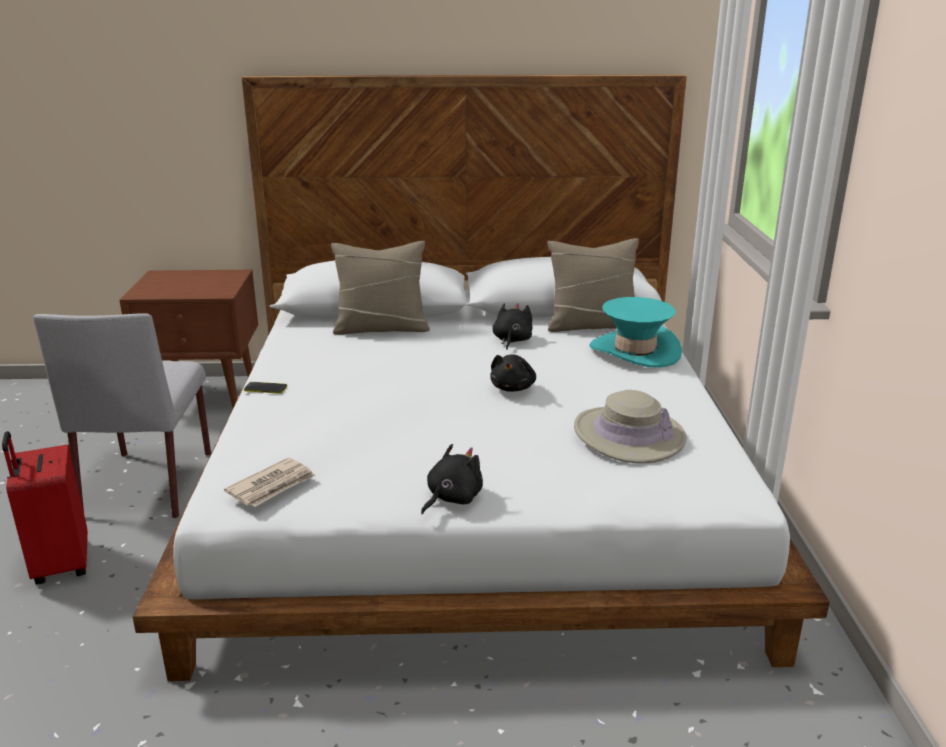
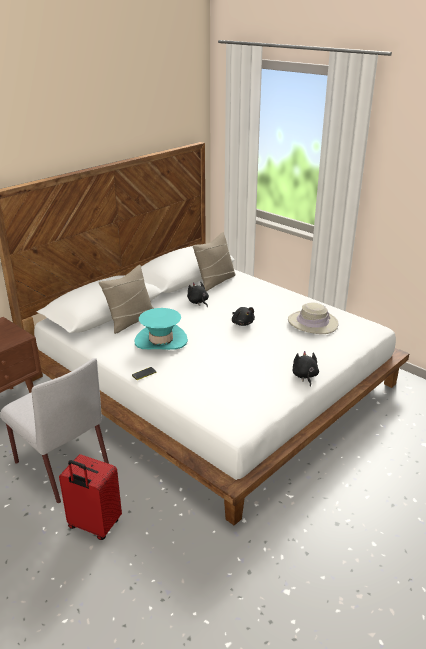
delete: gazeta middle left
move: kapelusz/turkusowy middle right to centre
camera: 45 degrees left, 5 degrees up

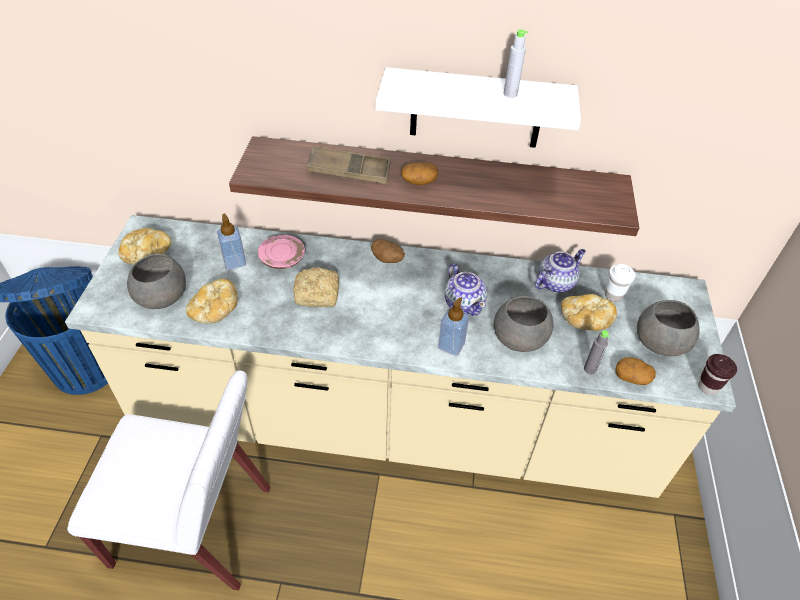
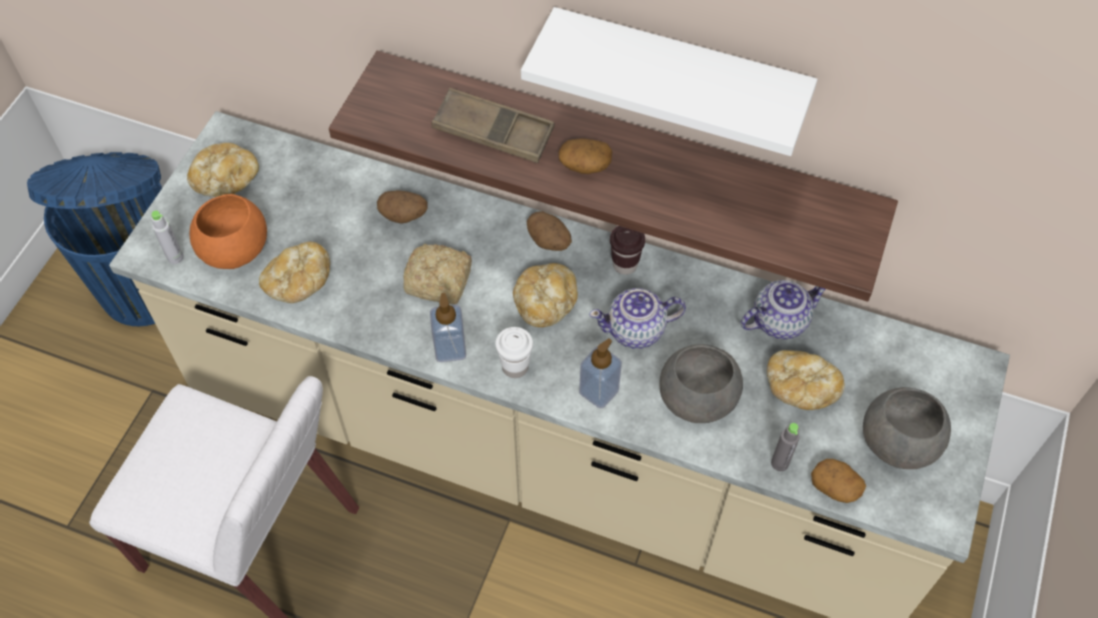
insert: chleb (4th from left) centre
move: butelka/szary (1st from left) top centre to middle left; dozownik mydła (1st from left) middle left to centre; filiżanka/biały middle right to centre; filiżanka/brązowy middle right to centre
replace: talerz/różowy centre to ziemniak (1st from left) centre
recolor: miska/szary (1st from left) middle left to miska/pomarańczowy middle left
rotate: imbryk (1st from left) centre = centre 90 degrees clockwise
camera: 15 degrees right, 10 degrees up

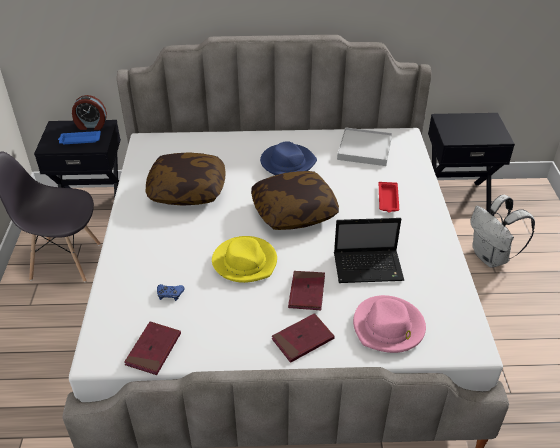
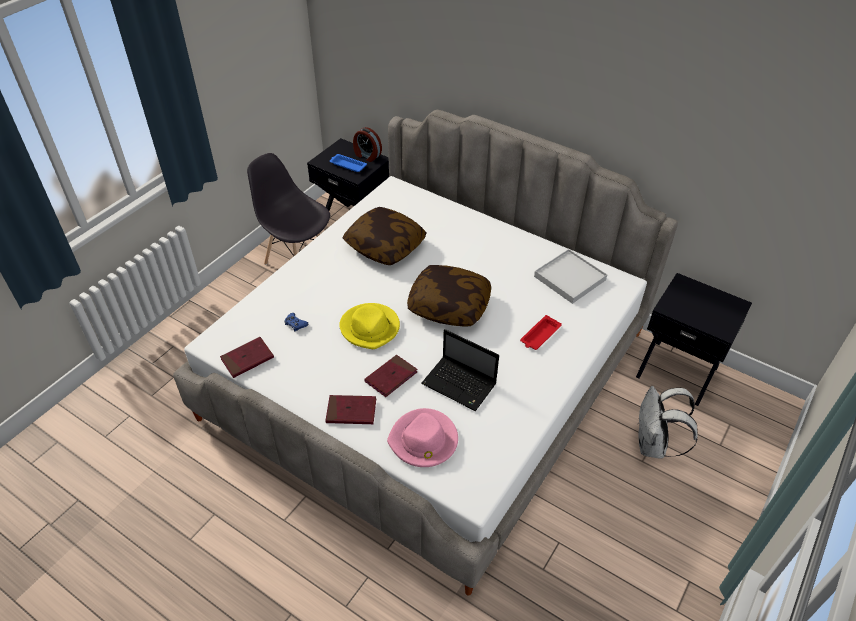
delete: kapelusz/niebieski centre
camera: 35 degrees right, 5 degrees up

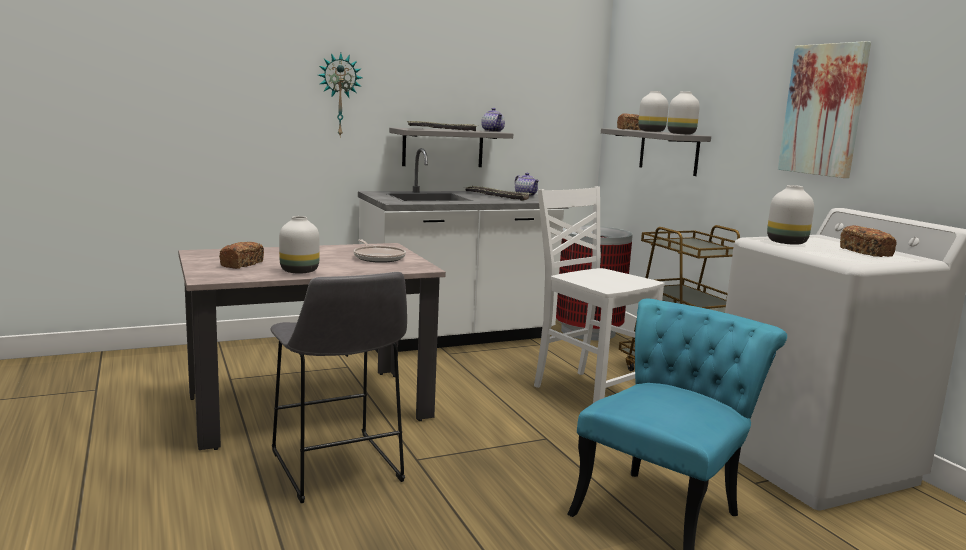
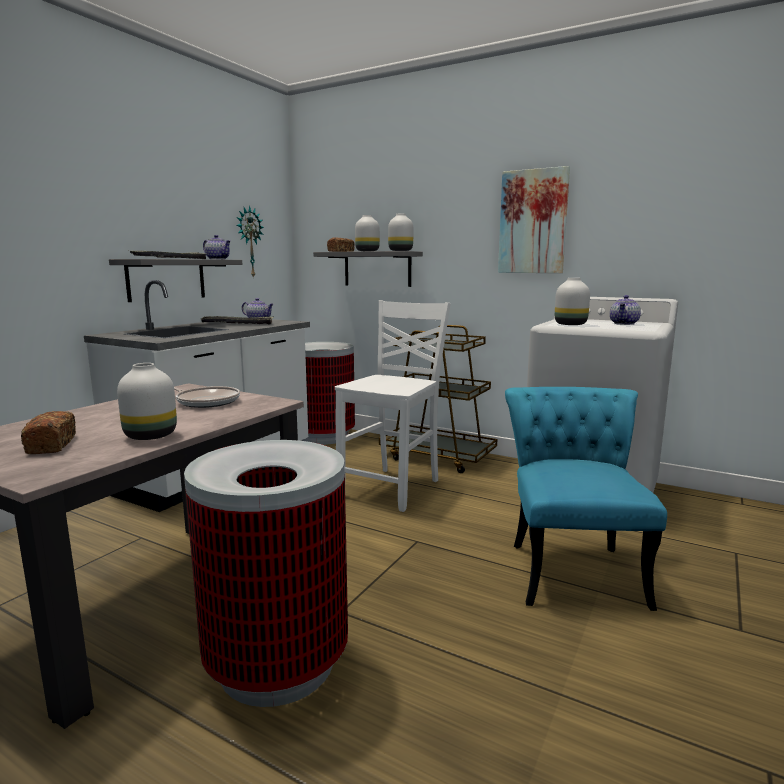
move: zegar ścienny top centre to top left
replace: chleb (3rd from left) middle right to imbryk (3rd from left) middle right; stołek/szary bottom centre to kosz na śmieci (1st from left) bottom centre
rotate: krzesło/biały centre = centre 105 degrees clockwise
camera: 35 degrees left, 0 degrees up

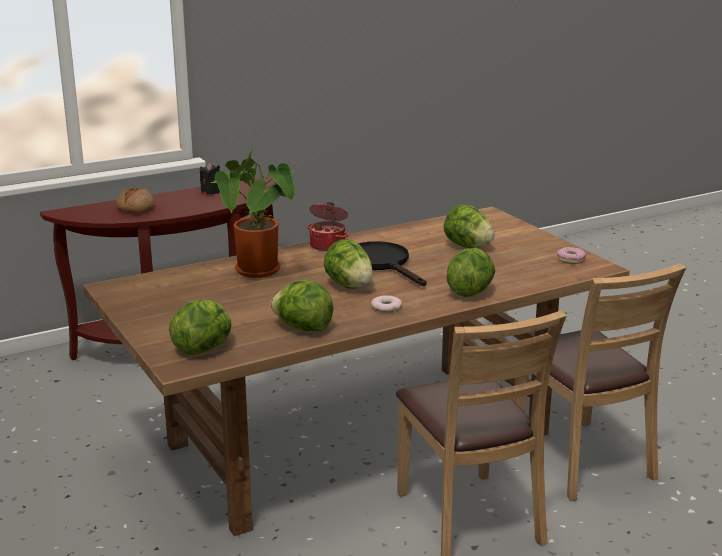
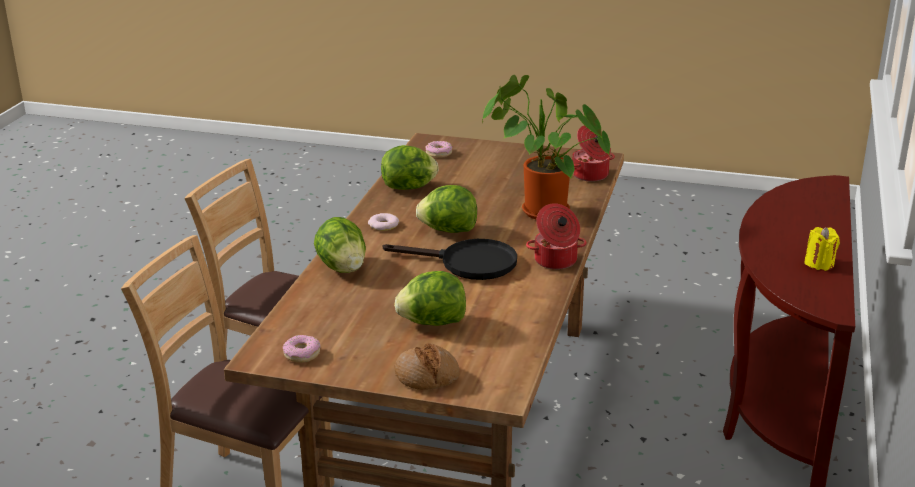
insert: garnek (2nd from left) top centre
move: chleb middle left to bottom centre
replace: sałata (1st from left) middle left to donut (3rd from left) top centre
recolor: świeca/czarny top left to świeca/żółty middle right
camera: 135 degrees right, 5 degrees up

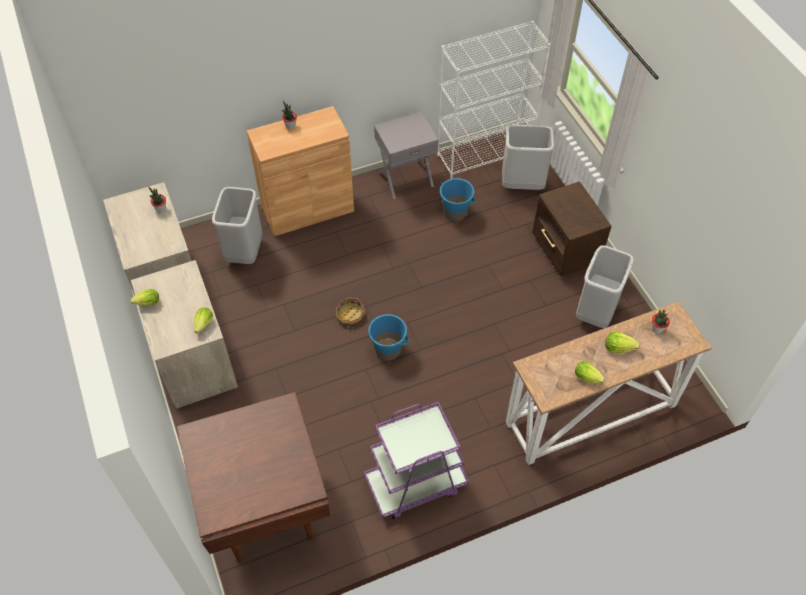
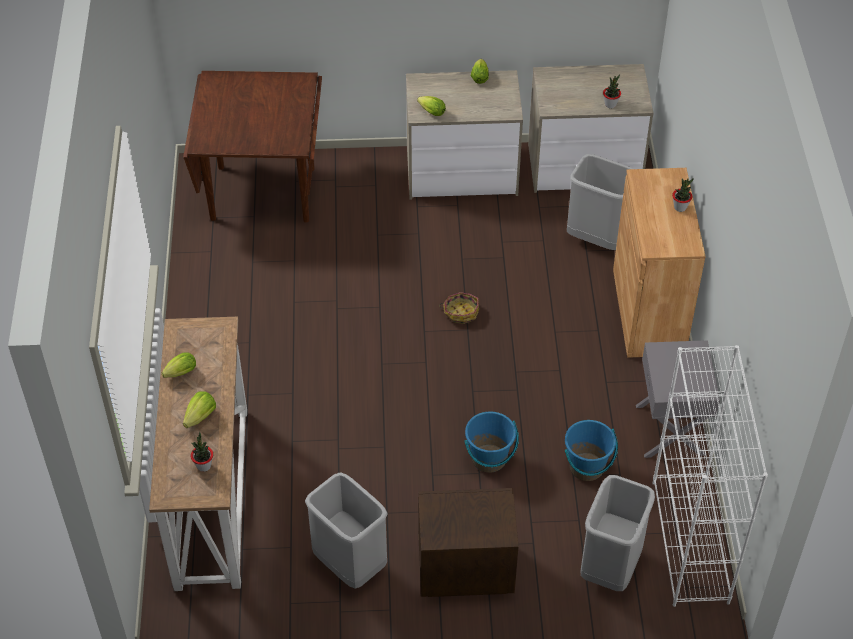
delete: wózek/fioletowy bottom centre
move: wiadro/niebieski (1st from left) centre to bottom centre
camera: 110 degrees right, 5 degrees down

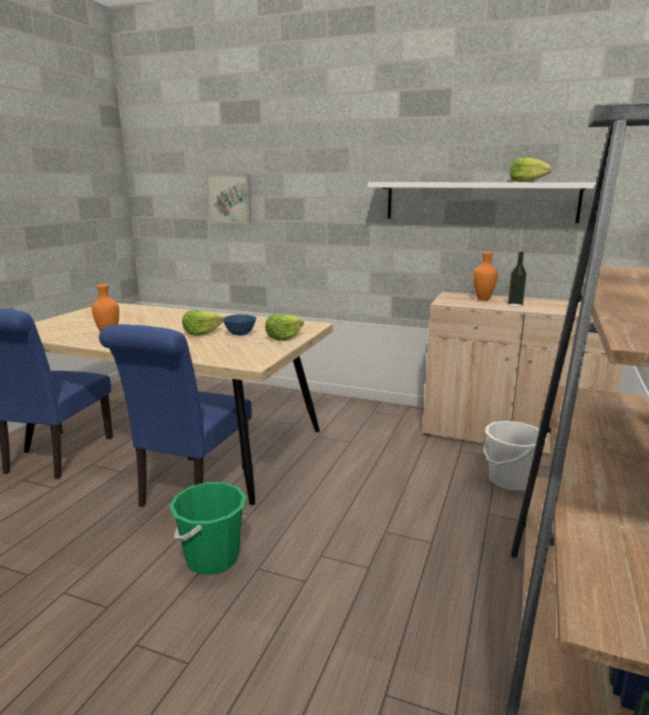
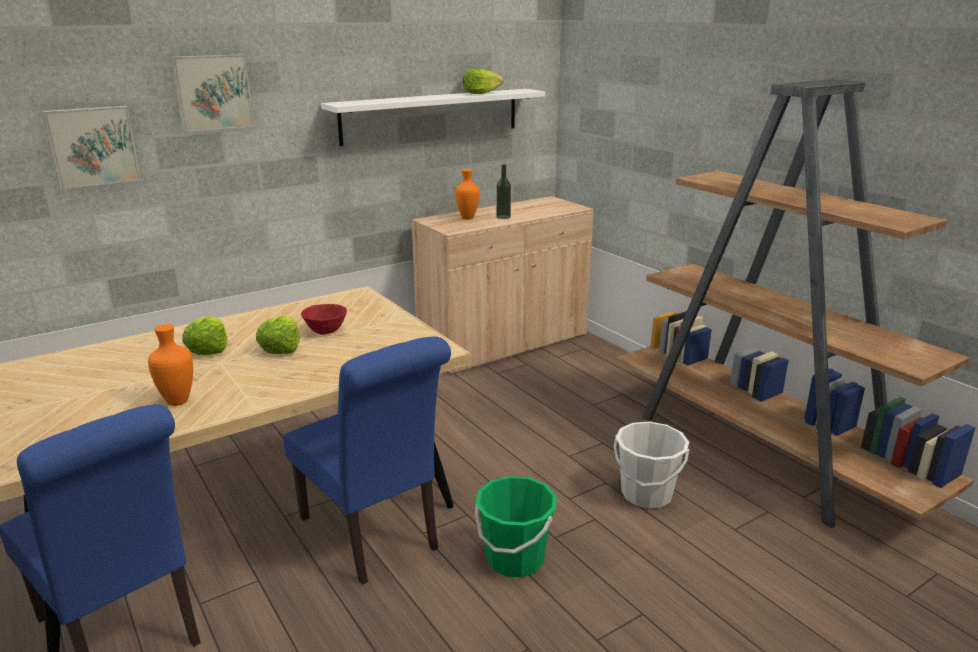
insert: obraz (2nd from left) top left
move: sałata (2nd from left in the first image) centre to sałata (1st from left) middle left; wiadro/biały middle right to bottom centre
recolor: miska/niebieski centre to miska/czerwony middle left
camera: 55 degrees left, 5 degrees up

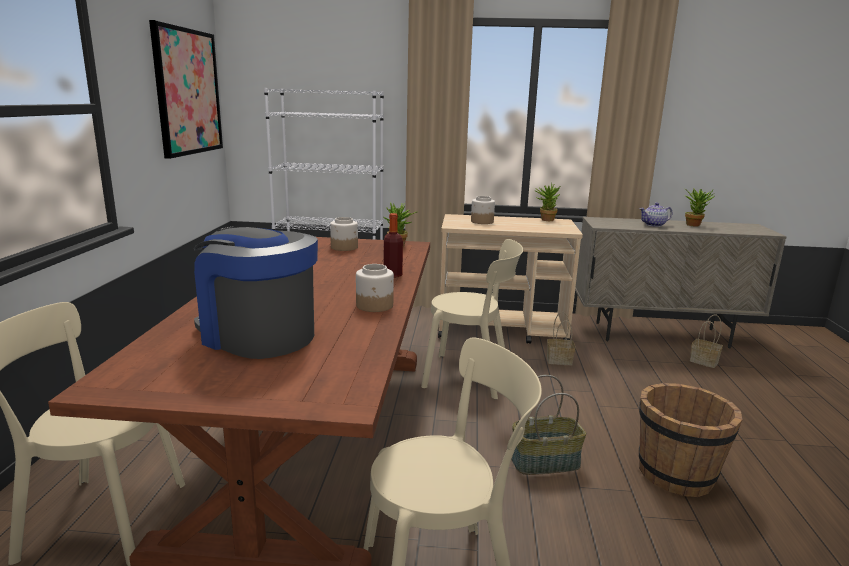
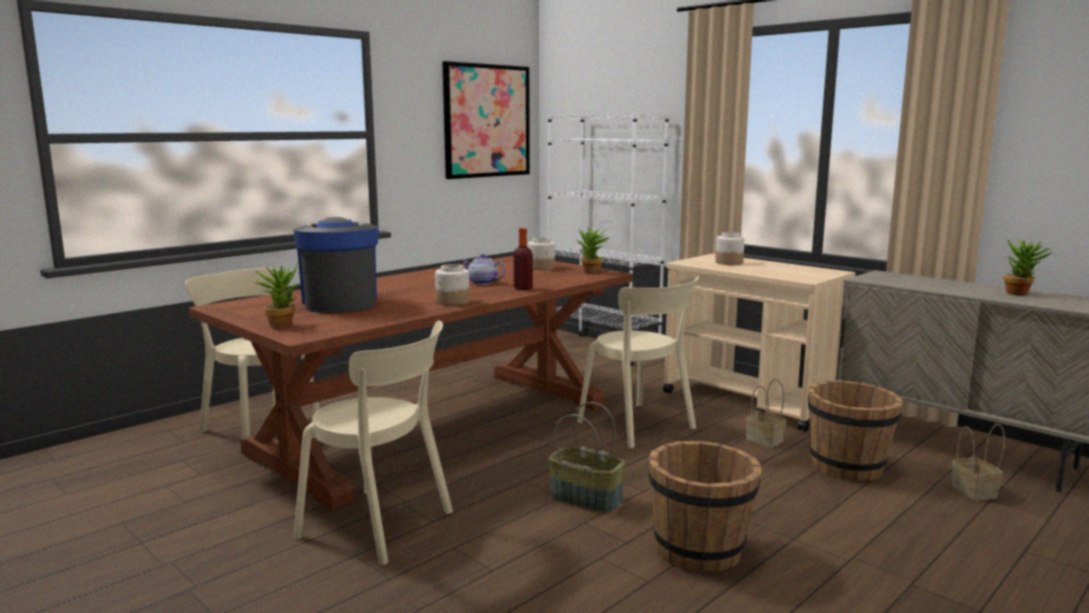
insert: wiadro/brązowy (2nd from left) bottom right
move: roślina doniczkowa (2nd from left in the first image) centre to roślina doniczkowa (1st from left) middle left; imbryk middle right to centre
camera: 40 degrees right, 5 degrees down

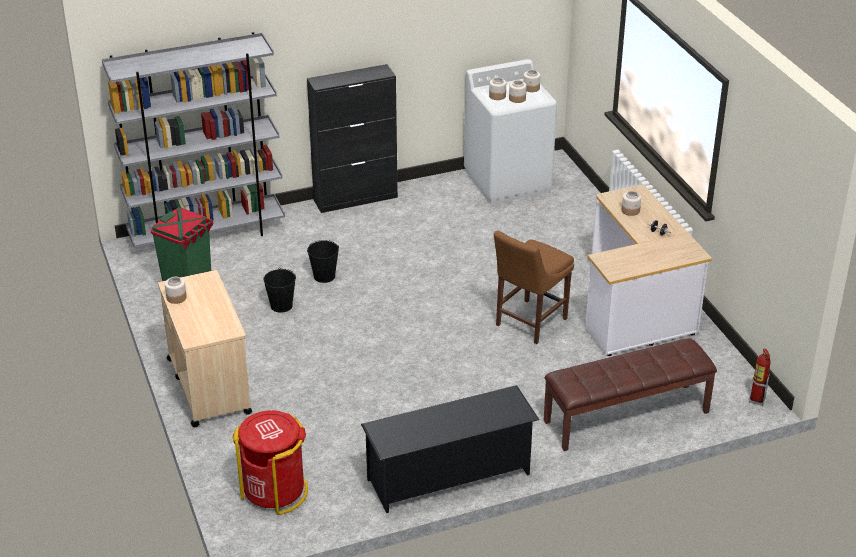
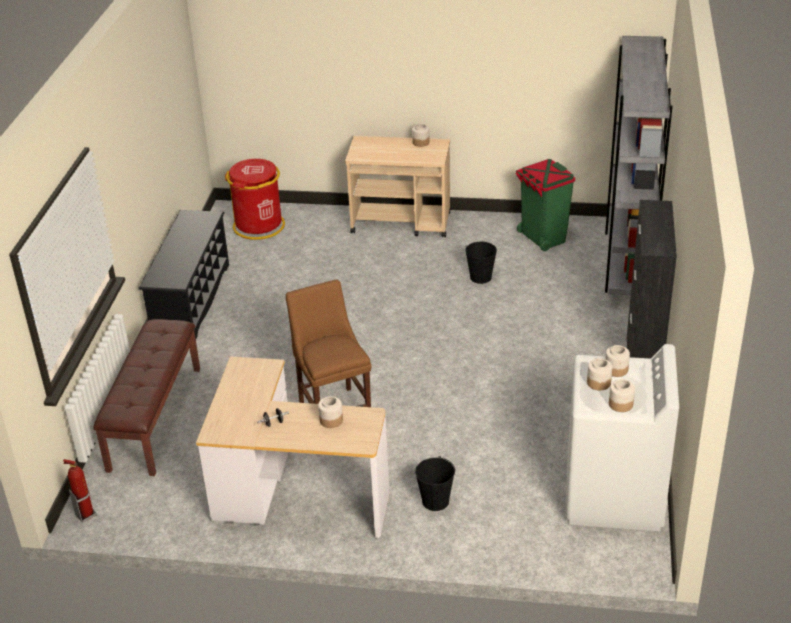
move: wiadro/czarny (2nd from left in the first image) centre to wiadro/czarny (1st from left) bottom centre
camera: 120 degrees right, 0 degrees up

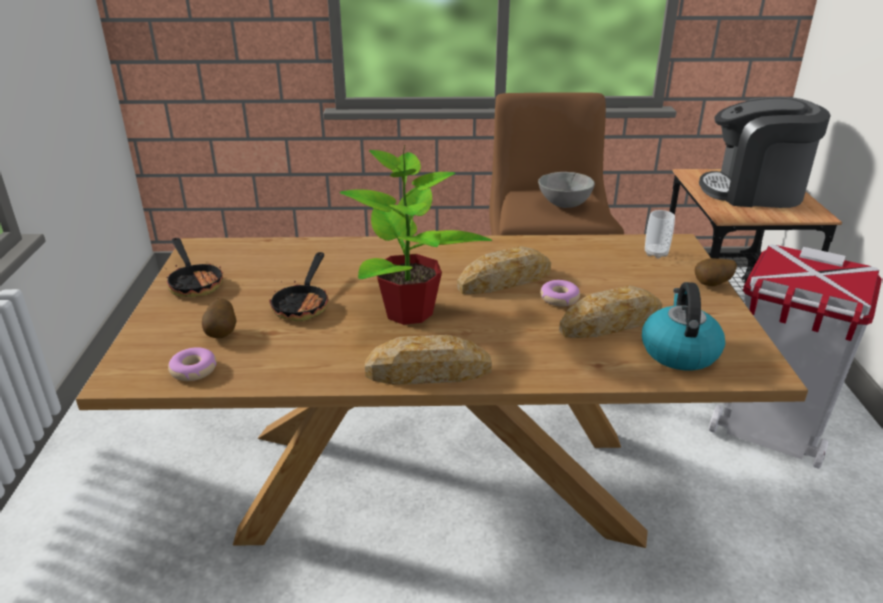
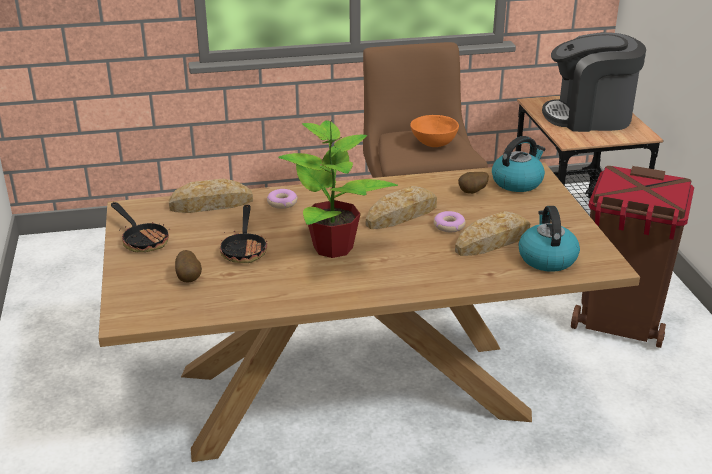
move: ziemniak (2nd from left) middle right to centre; chleb (1st from left) centre to middle left; donut (1st from left) middle left to centre
replace: filiżanka middle right to czajnik (1st from left) middle right
recolor: miska/szary top centre to miska/pomarańczowy top centre; kosz na śmieci/biały middle right to kosz na śmieci/brązowy middle right
camera: 10 degrees left, 0 degrees up

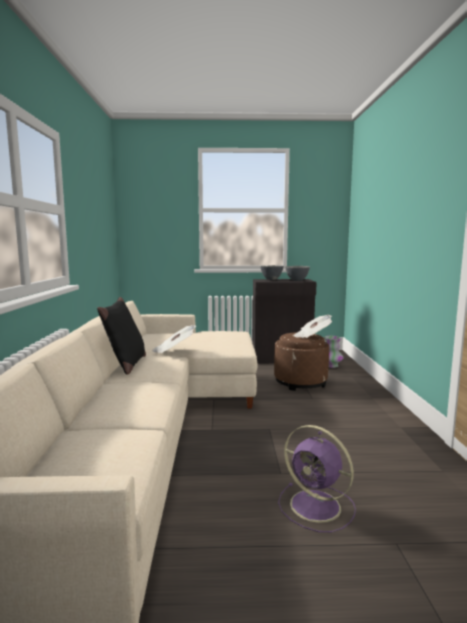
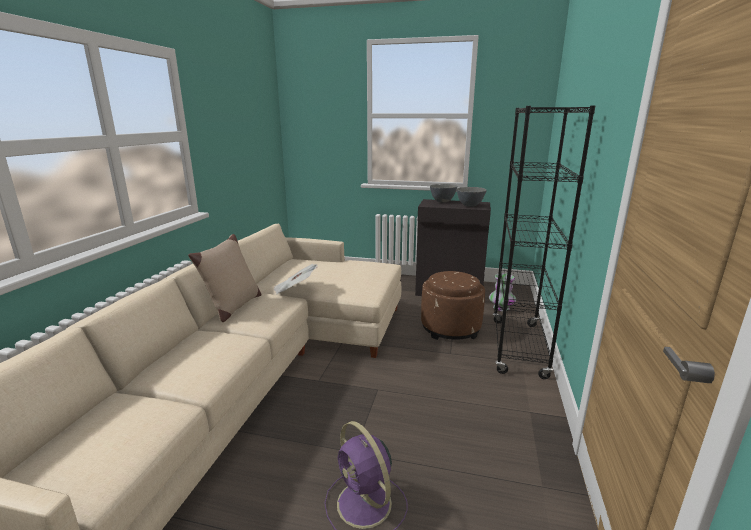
delete: gazeta (2nd from left) middle right
insert: regał/czarny middle right
recolor: poduszka/czarny middle left to poduszka/beżowy middle left
camera: 15 degrees right, 10 degrees up

